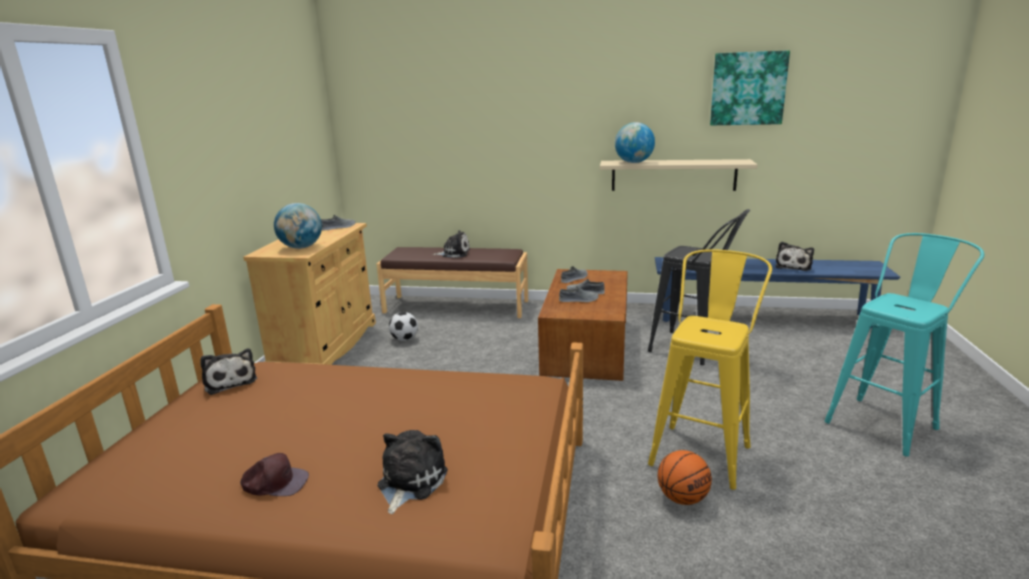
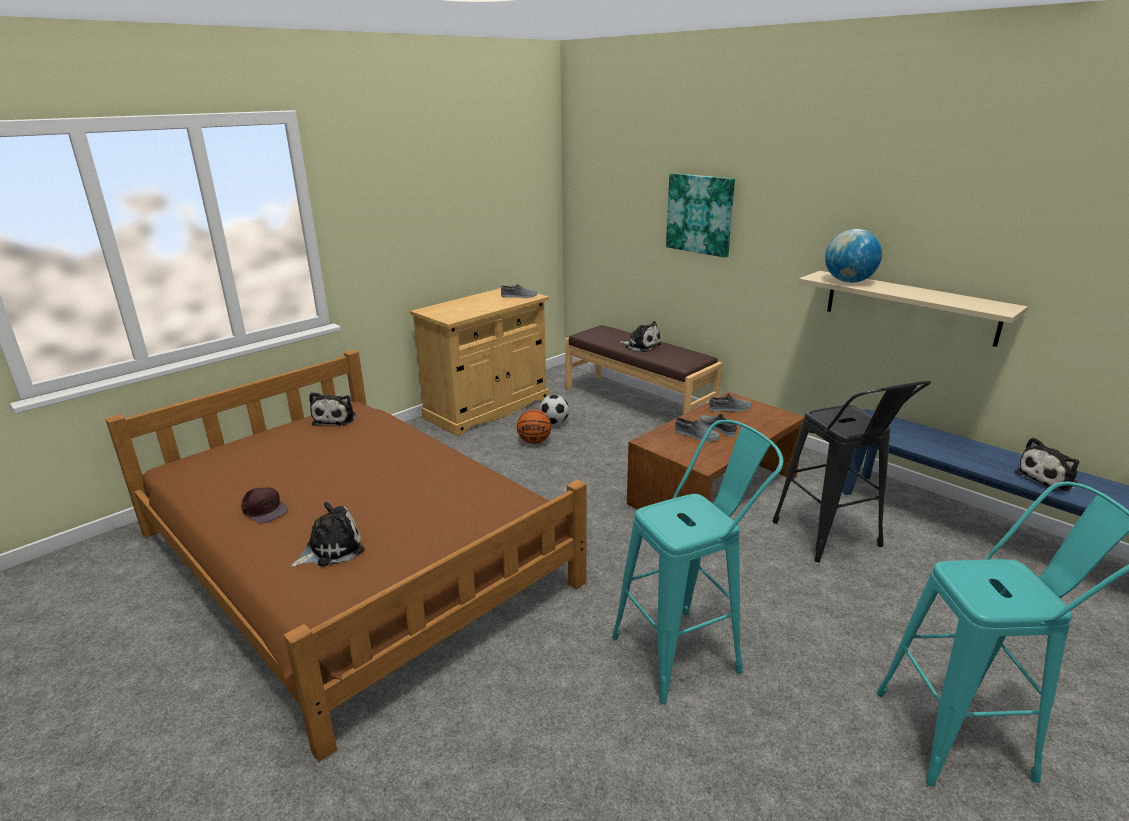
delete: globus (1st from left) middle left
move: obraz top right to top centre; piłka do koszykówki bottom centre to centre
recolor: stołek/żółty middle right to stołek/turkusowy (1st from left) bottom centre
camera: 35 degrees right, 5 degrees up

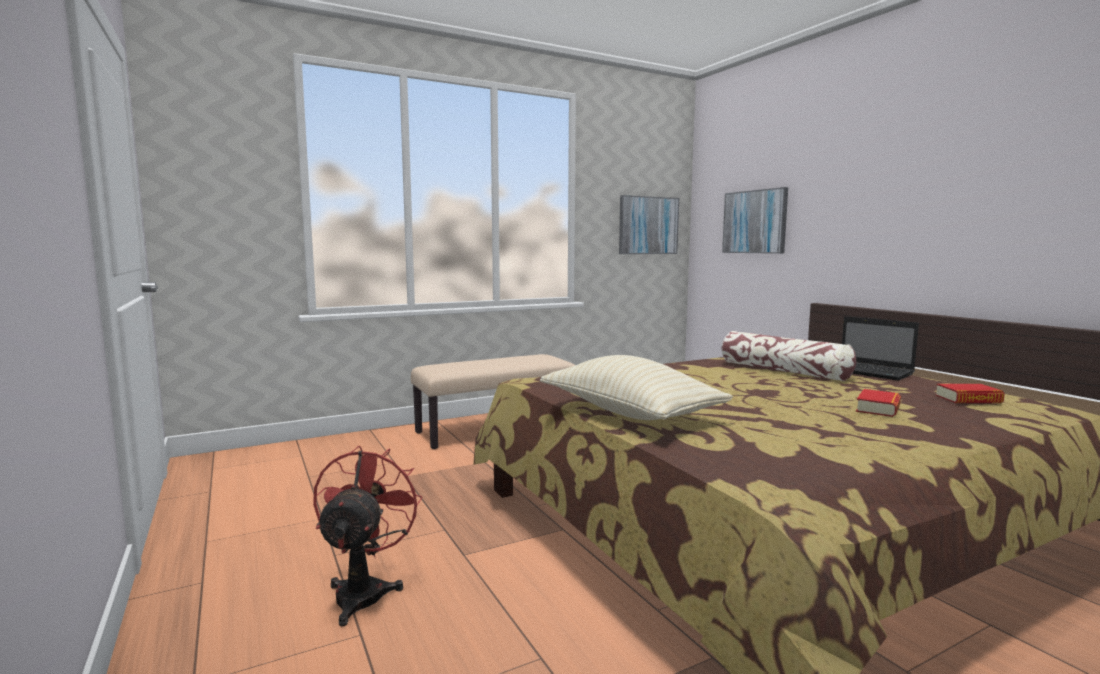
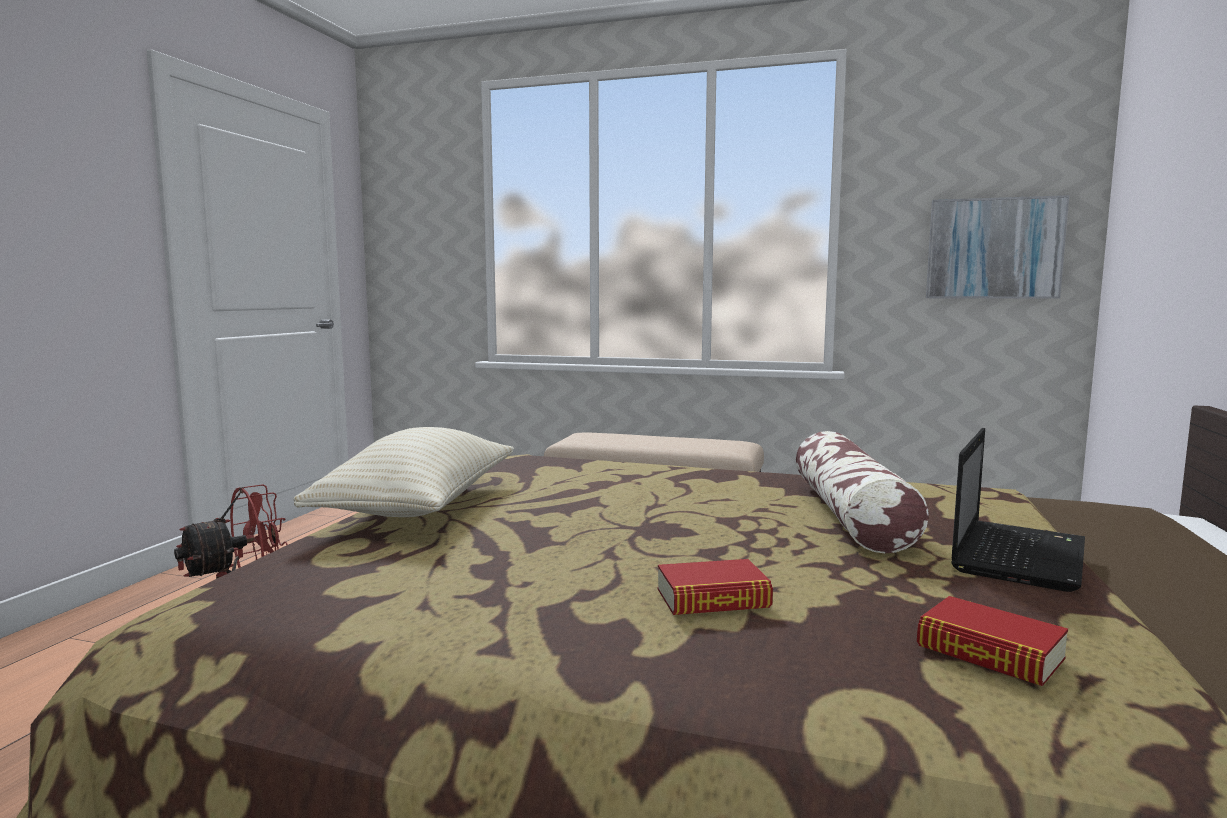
delete: obraz (2nd from left) top right
rotate: laptop middle right = middle right 150 degrees counterclockwise
camera: 45 degrees right, 0 degrees up

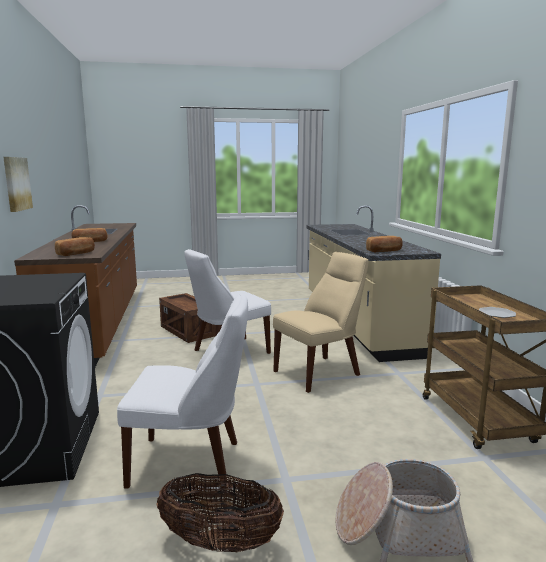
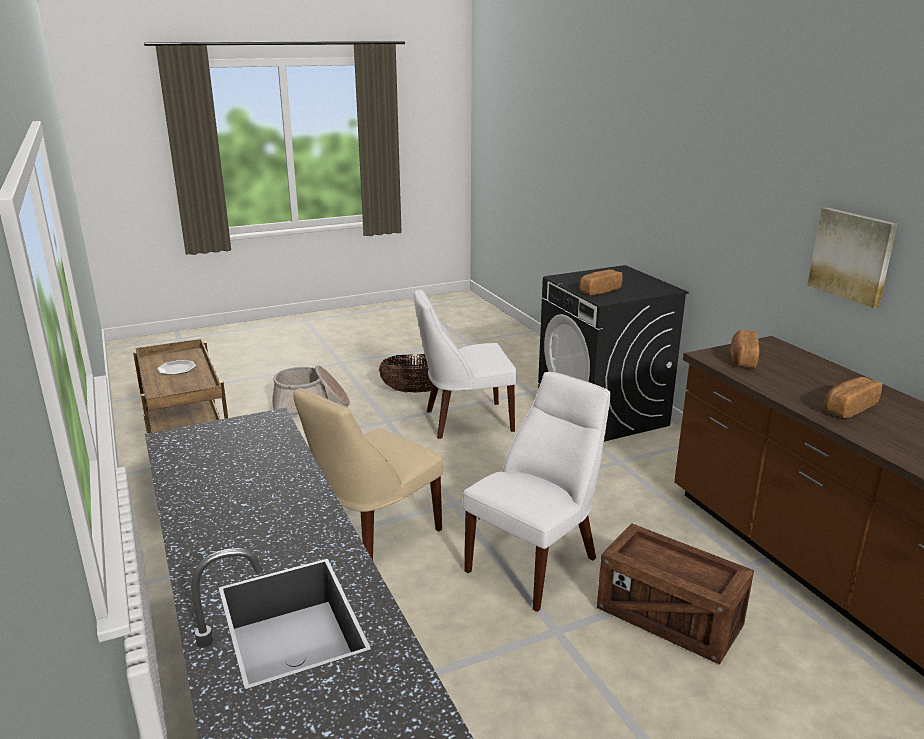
move: chleb (3rd from left in the first image) middle right to chleb (1st from left) centre
camera: 165 degrees right, 10 degrees up

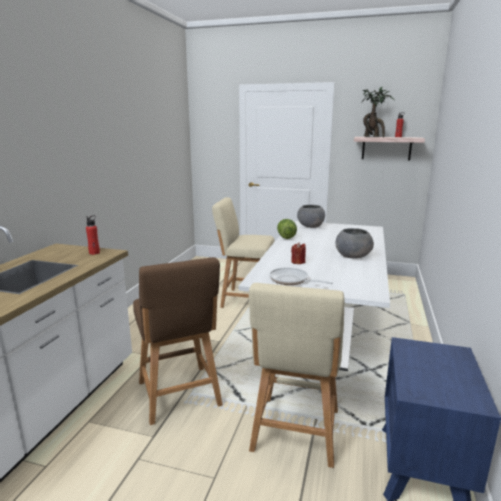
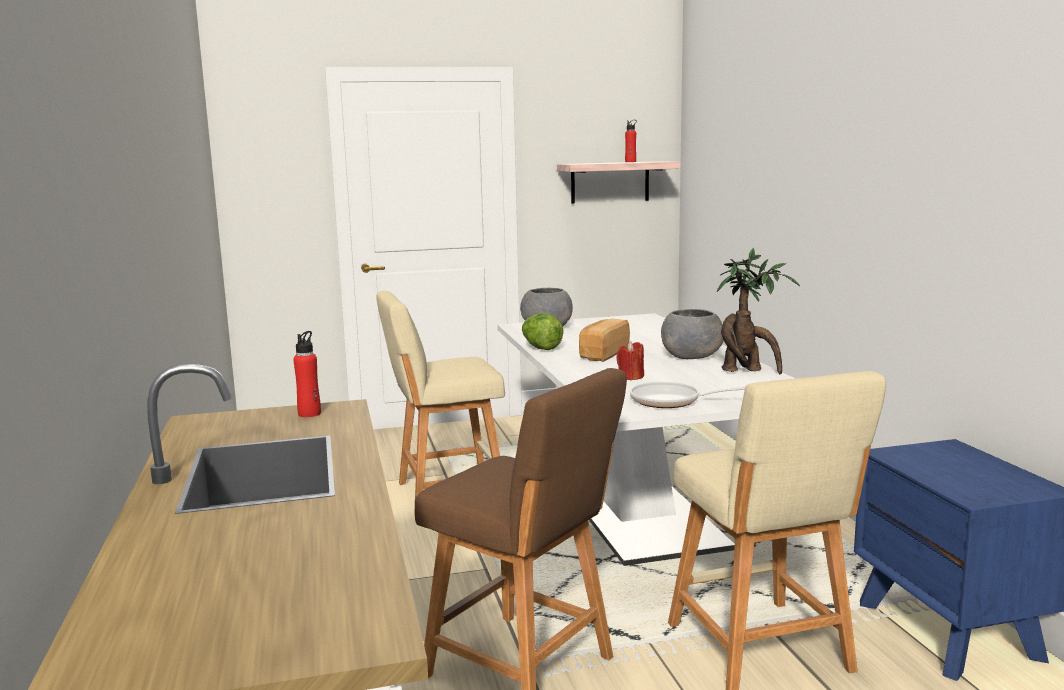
insert: chleb centre
move: roślina doniczkowa top right to middle right
camera: 30 degrees left, 5 degrees down

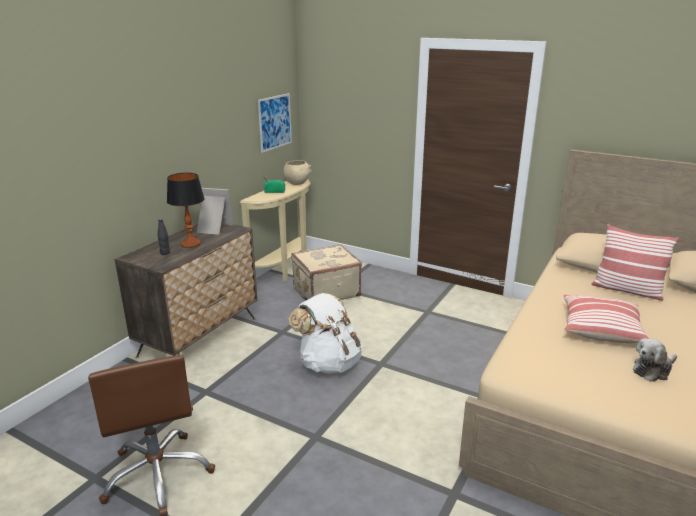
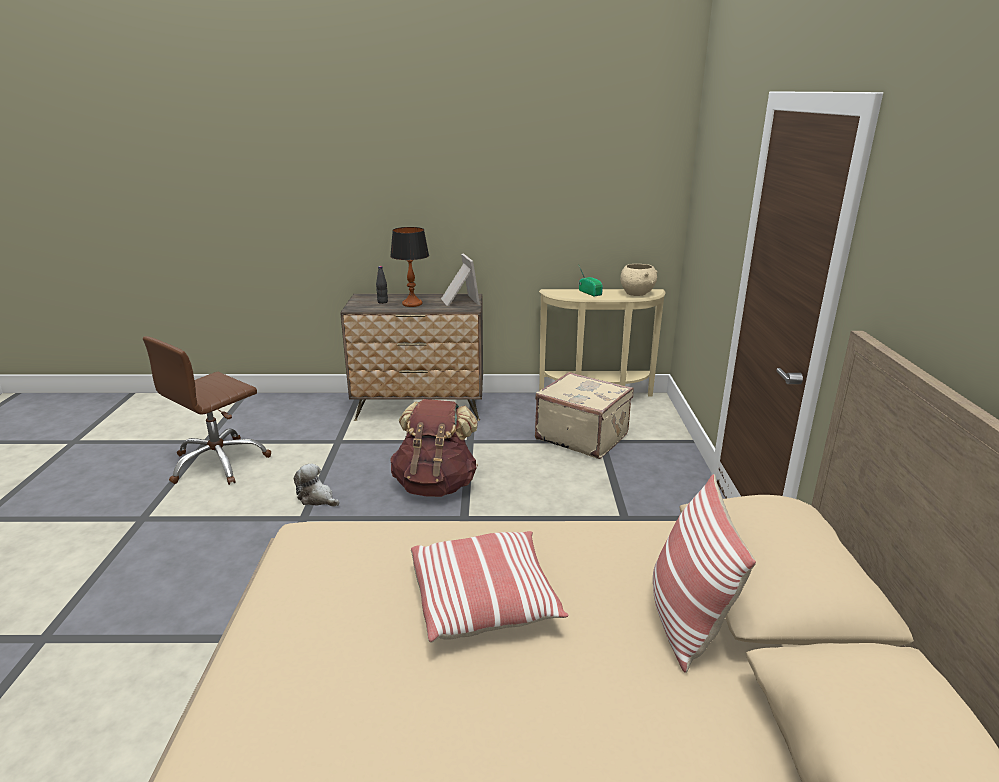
delete: obraz top centre
move: pluszak bottom right to middle left
recolor: plecak/biały centre to plecak/brązowy centre
camera: 60 degrees right, 0 degrees up

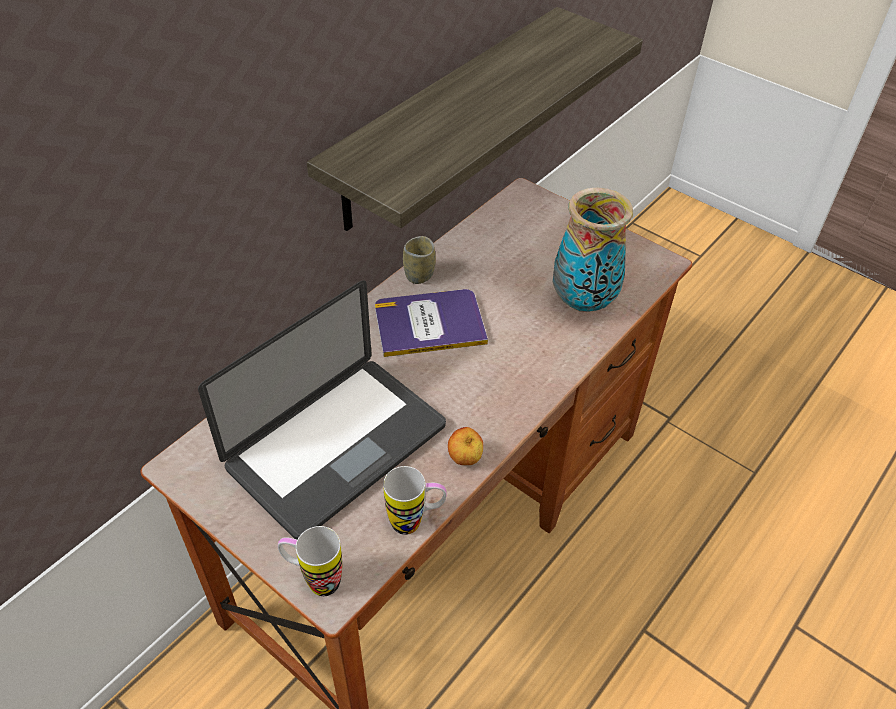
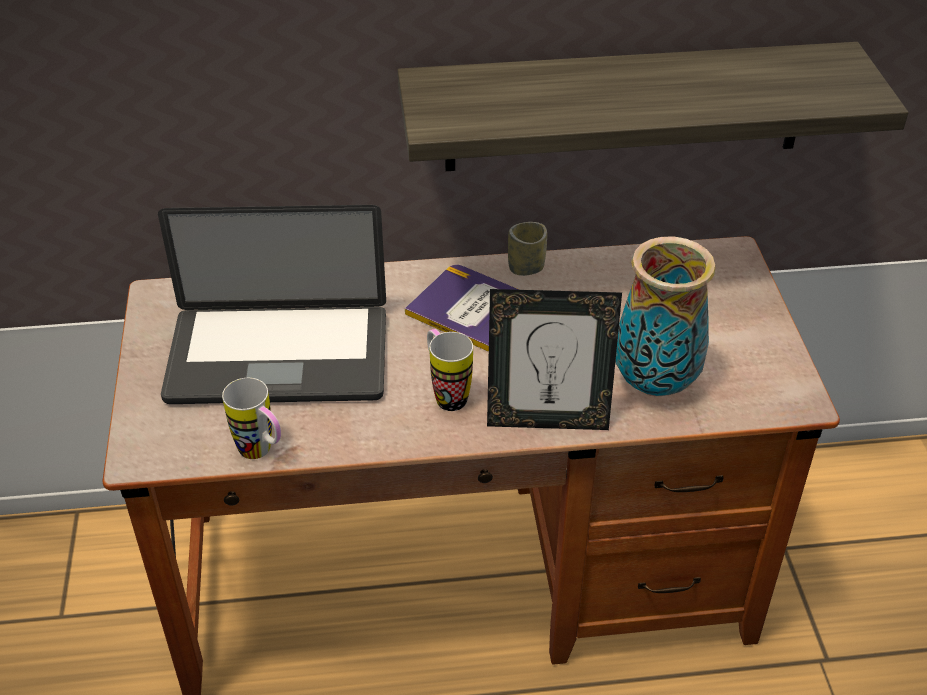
delete: jabłko centre
insert: ramka na zdjęcie centre
move: kubek (1st from left in the first image) bottom centre to kubek (2nd from left) centre
camera: 45 degrees right, 5 degrees down

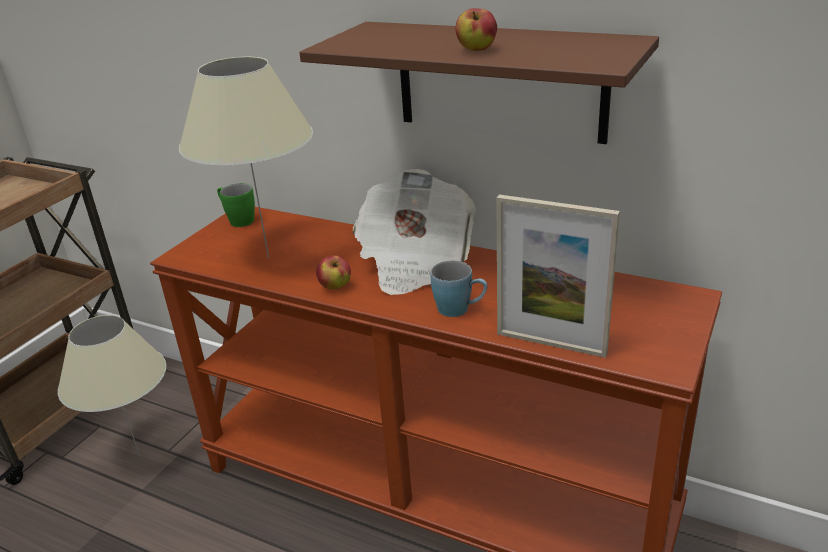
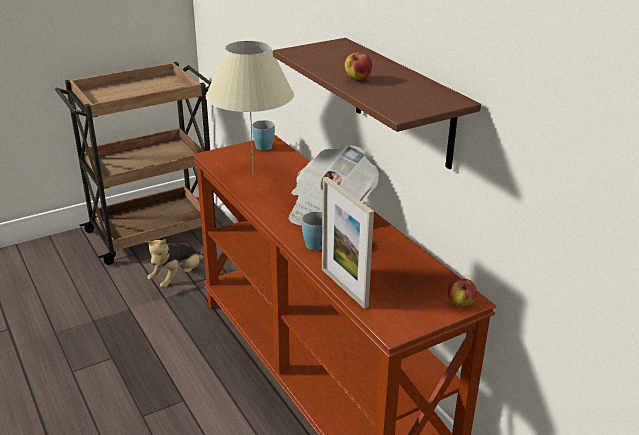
move: jabłko (1st from left in the first image) centre to jabłko (2nd from left) bottom right
replace: lampa stołowa/beżowy (1st from left) bottom left to pluszak middle left
recolor: kubek/zielony middle left to kubek/niebieski (1st from left) top centre
camera: 30 degrees right, 0 degrees up

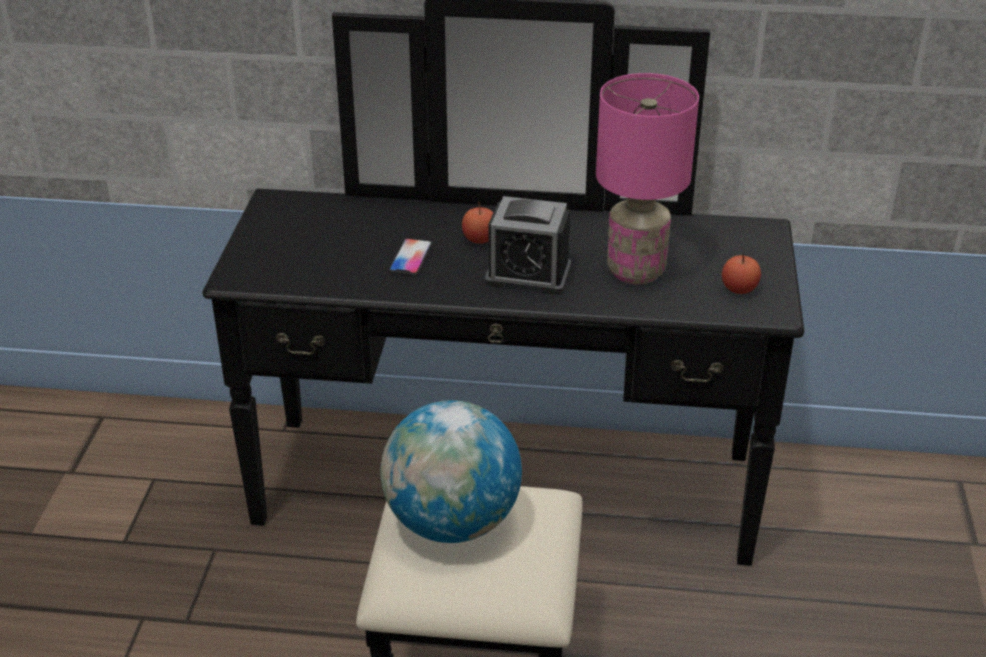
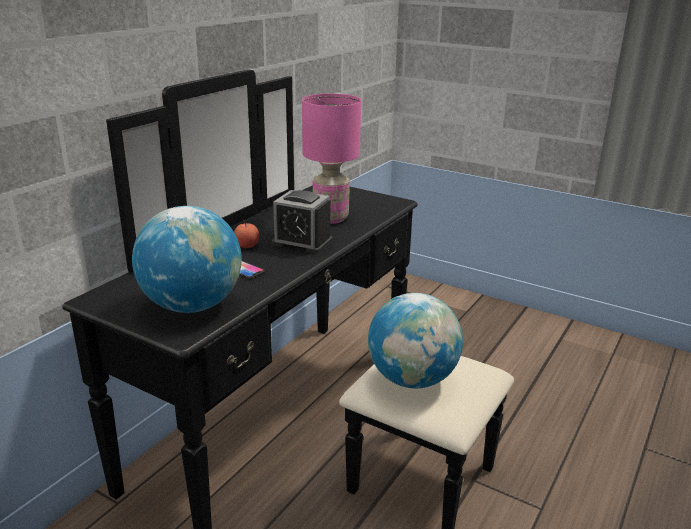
delete: jabłko (2nd from left) middle right
insert: globus (1st from left) middle left
rotate: budzik centre = centre 75 degrees clockwise
camera: 65 degrees left, 10 degrees down

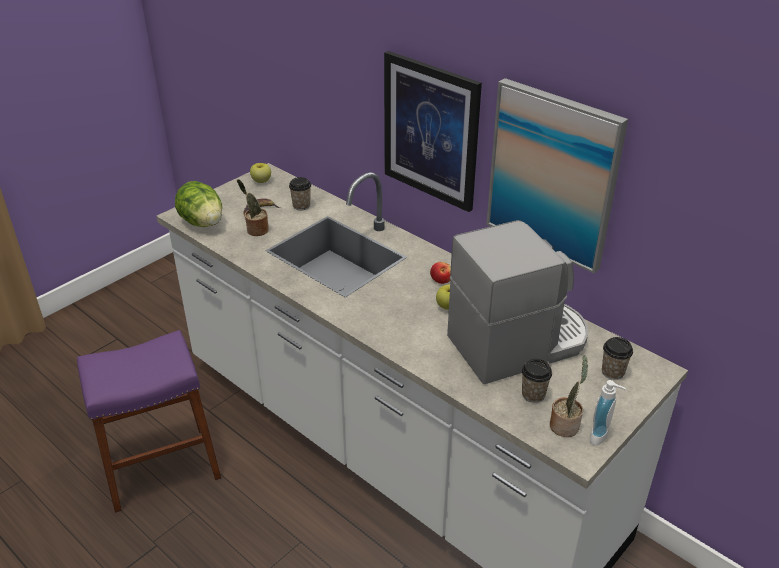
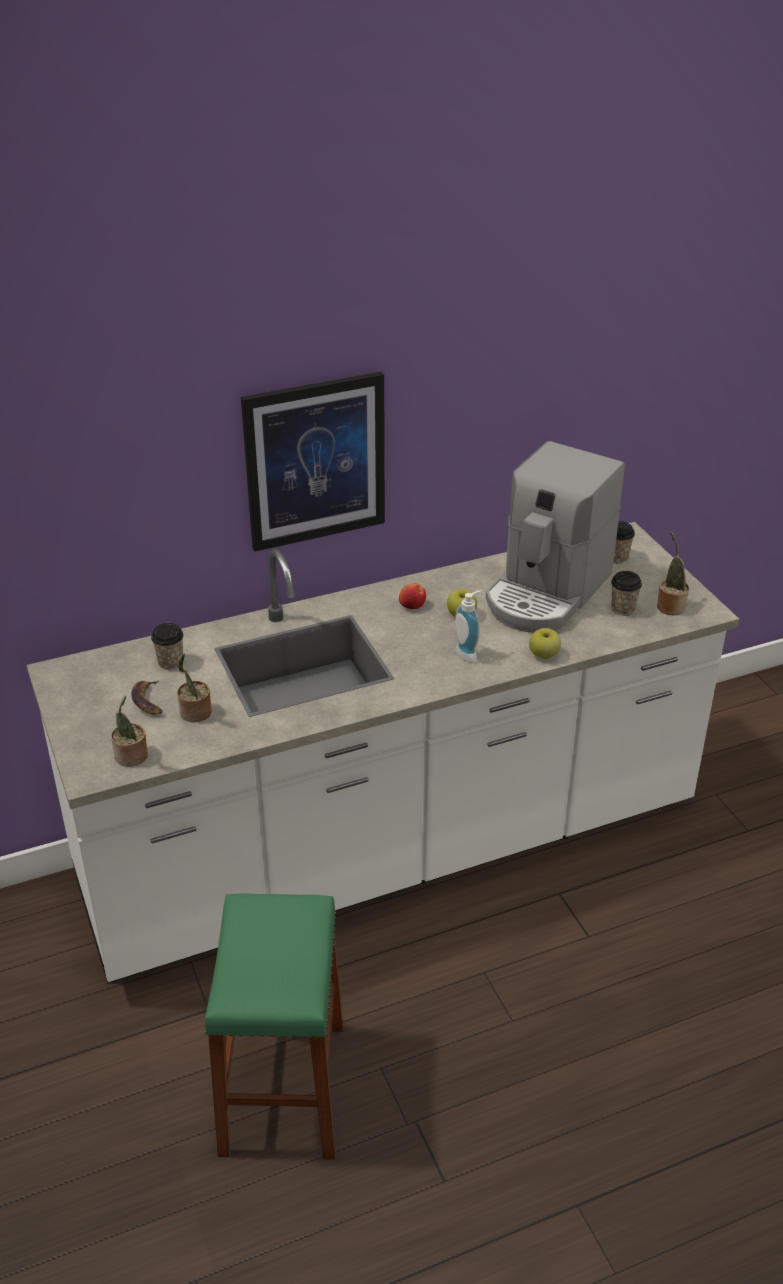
delete: obraz (2nd from left) top right
move: jabłko (1st from left in the first image) top centre to jabłko (3rd from left) middle right; dozownik mydła bottom right to centre
replace: sałata middle left to roślina doniczkowa (1st from left) middle left
recolor: stołek/fioletowy bottom left to stołek/zielony bottom centre
rotate: ekspres do kawy centre = middle right 150 degrees counterclockwise
camera: 65 degrees left, 0 degrees up

